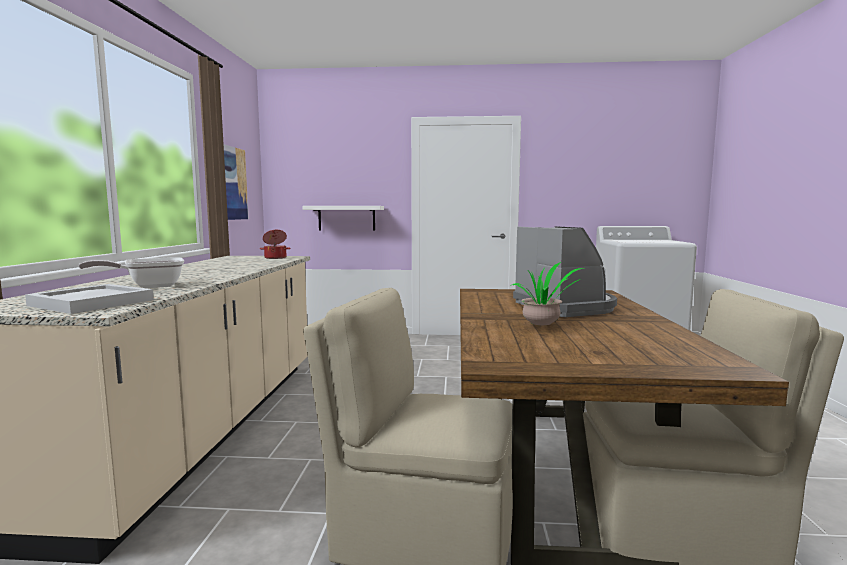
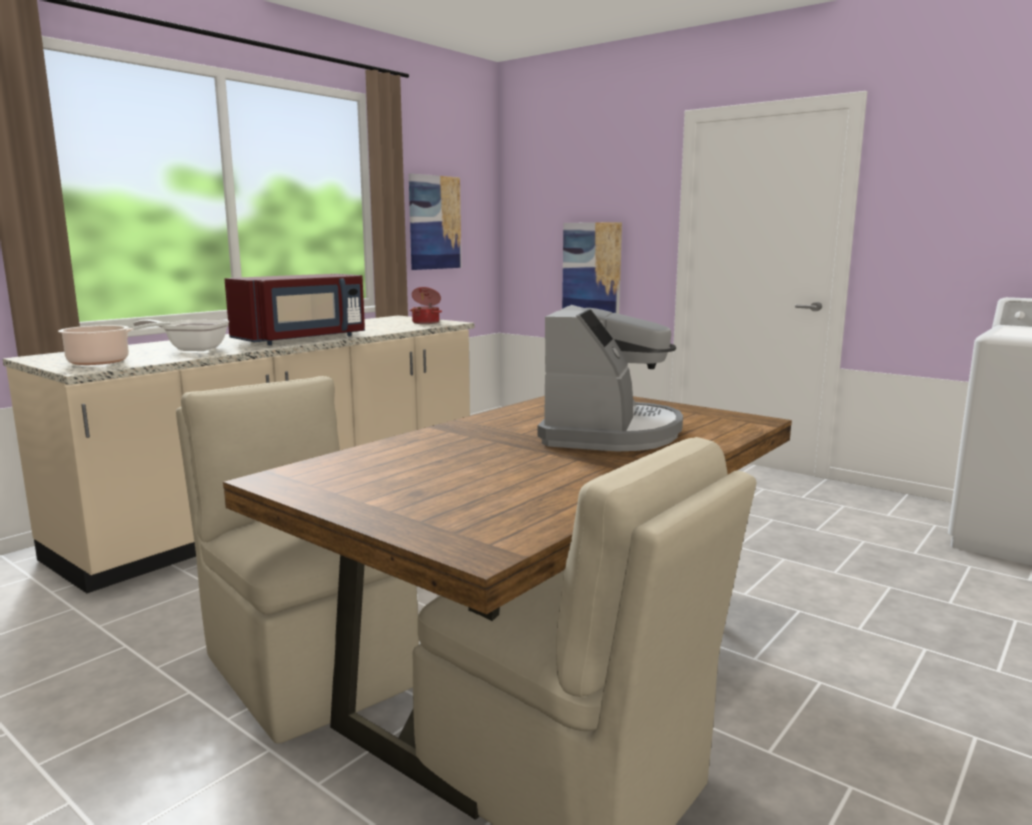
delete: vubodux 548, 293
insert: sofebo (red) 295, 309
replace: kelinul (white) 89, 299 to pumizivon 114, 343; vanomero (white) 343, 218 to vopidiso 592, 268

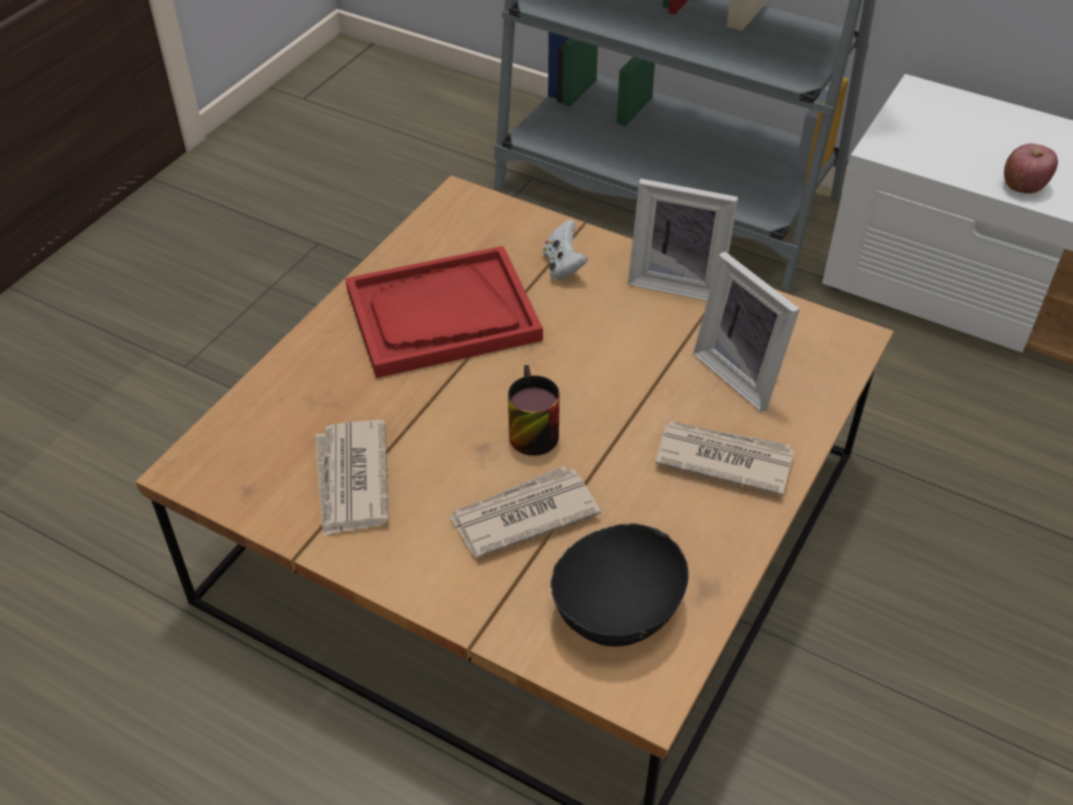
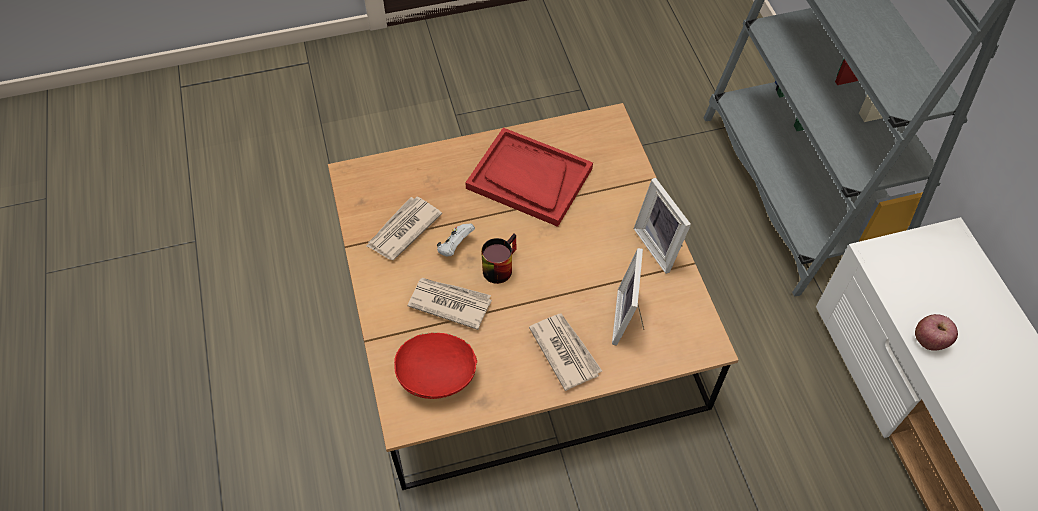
move: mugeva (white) 565, 250 to 456, 240
recolor: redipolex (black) 619, 585 to redipolex (red) 435, 365

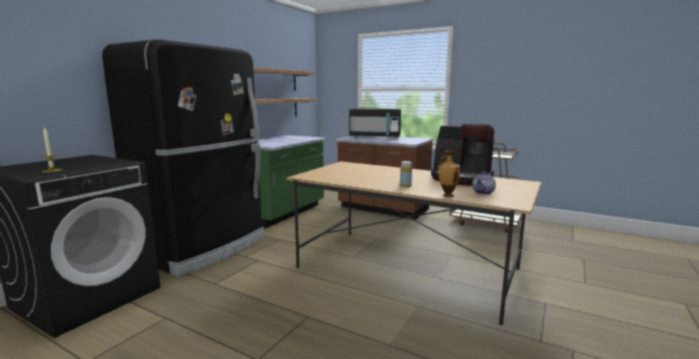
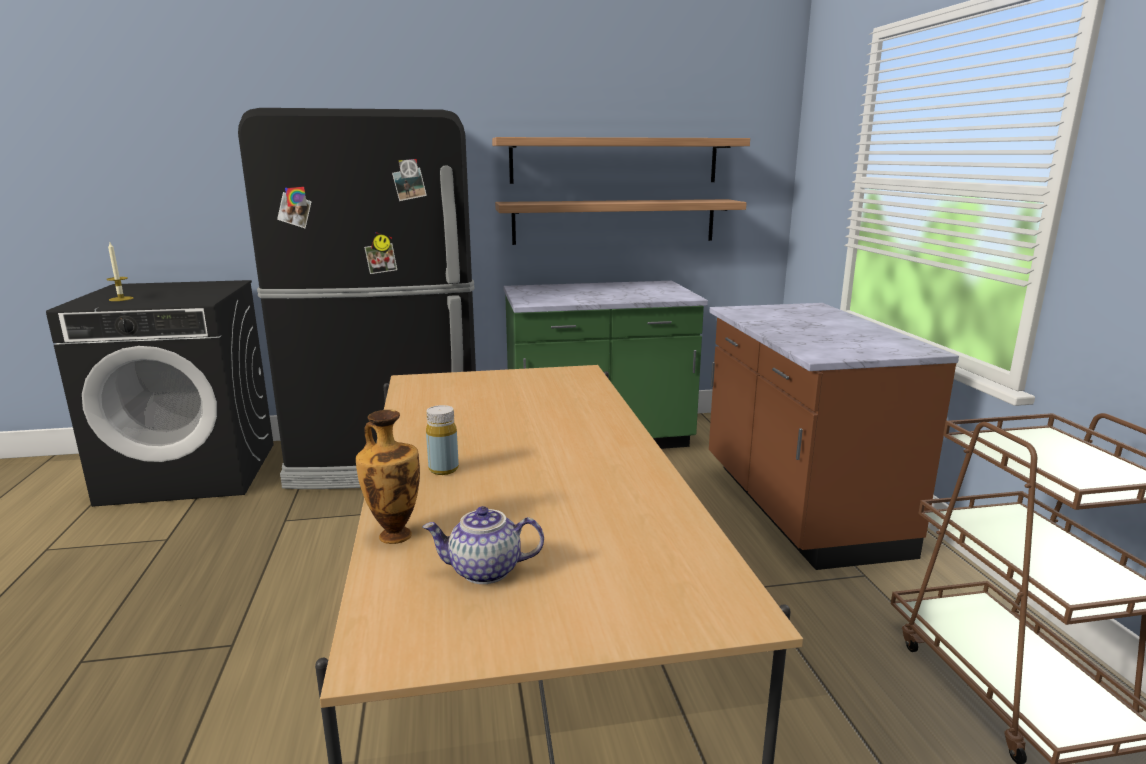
delete: sofebo (black) 375, 123; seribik 462, 155

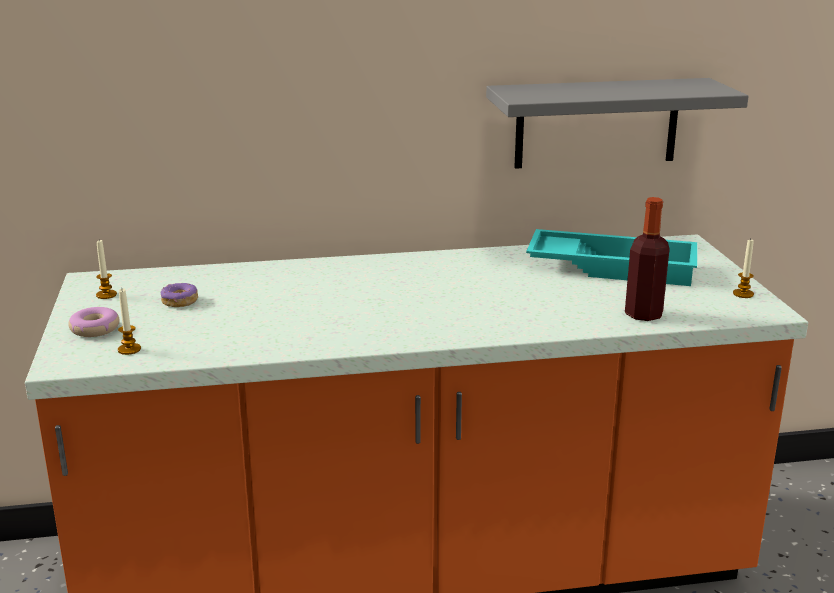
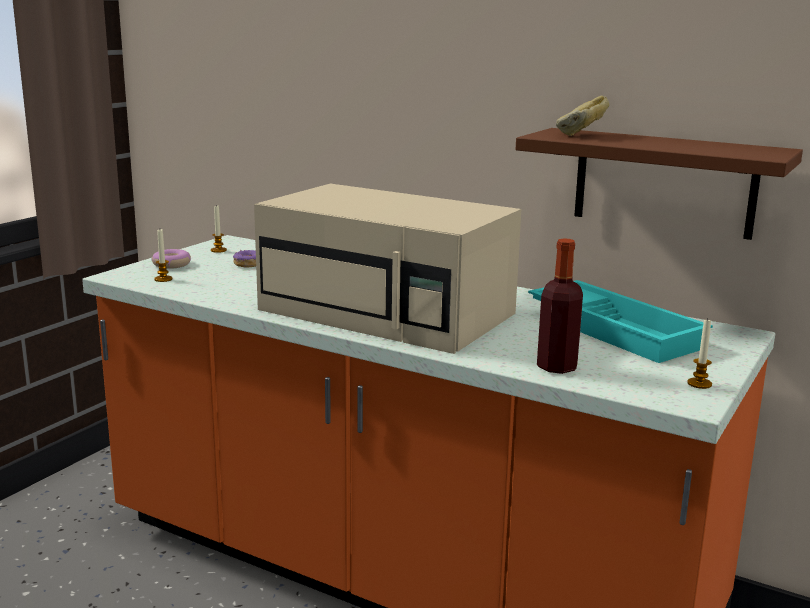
insert: sofebo (beige) 387, 269; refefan 582, 115
recolor: vanomero (grey) 617, 123 to vanomero (brown) 659, 184

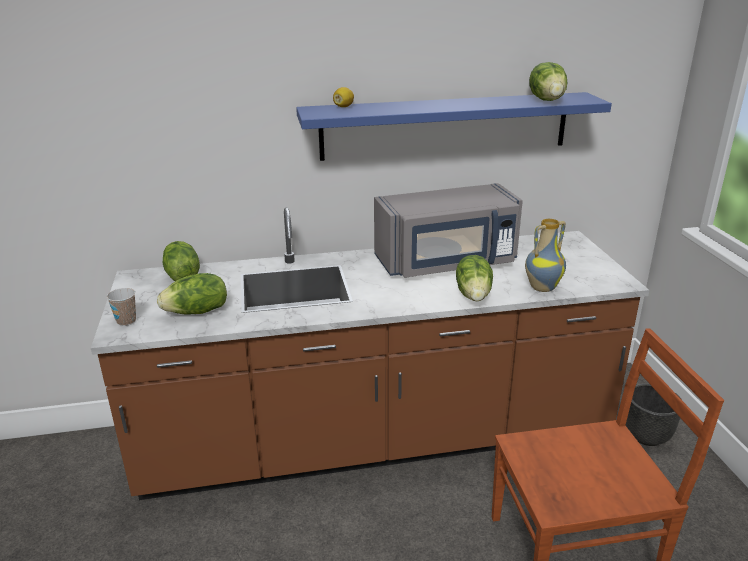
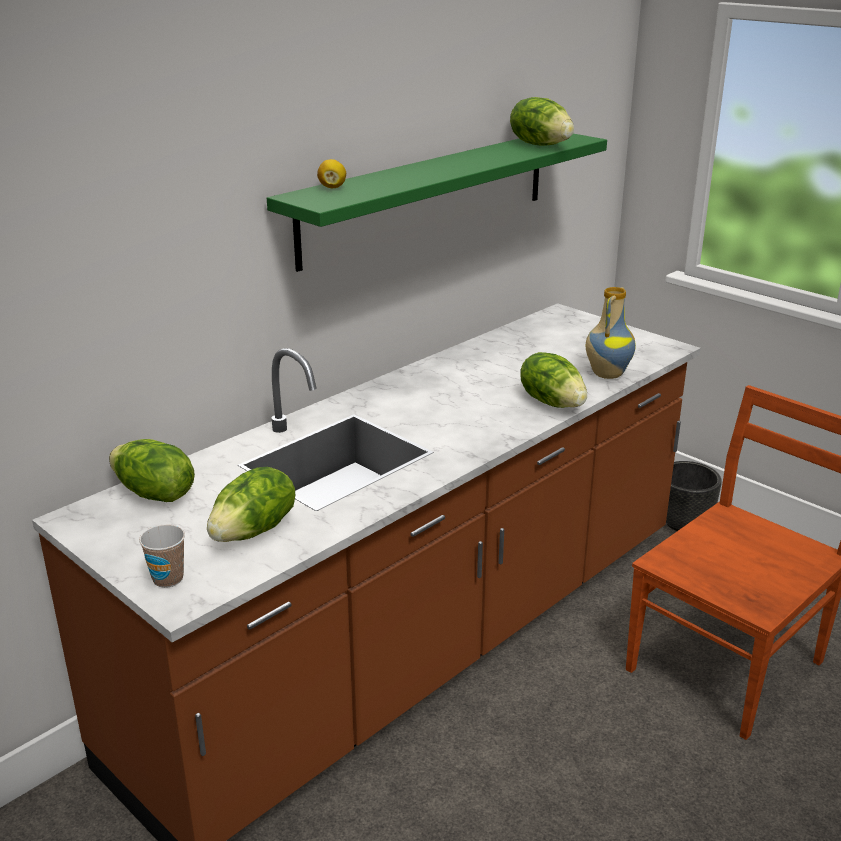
delete: sofebo (grey) 448, 230
recolor: vanomero (blue) 454, 126 to vanomero (green) 437, 203

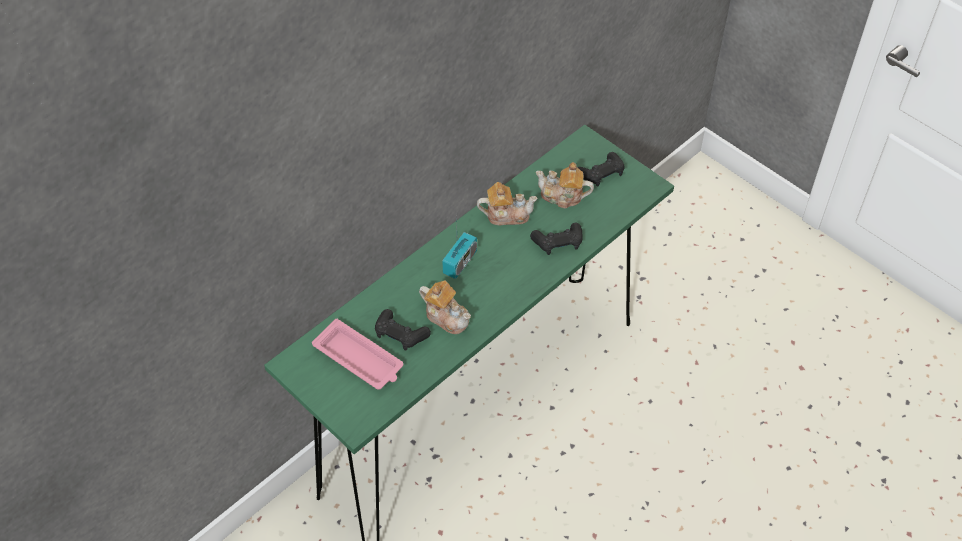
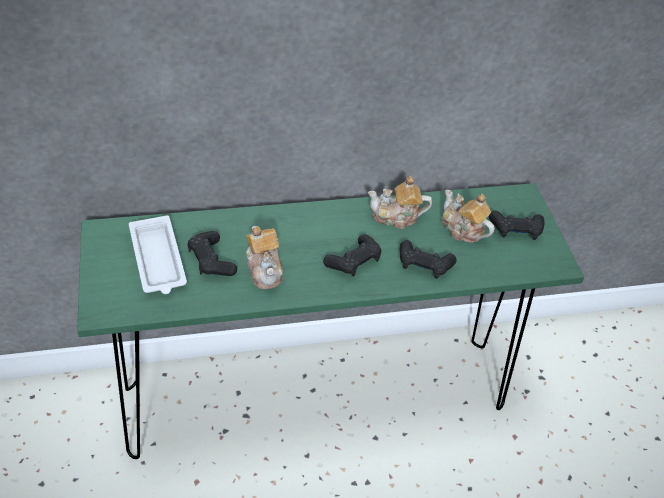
delete: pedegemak 459, 247
insert: mugeva (black) 352, 255
recolor: kelinul (pink) 357, 354 to kelinul (white) 158, 254
rotate: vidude 507, 203 = 400, 202 150 degrees clockwise

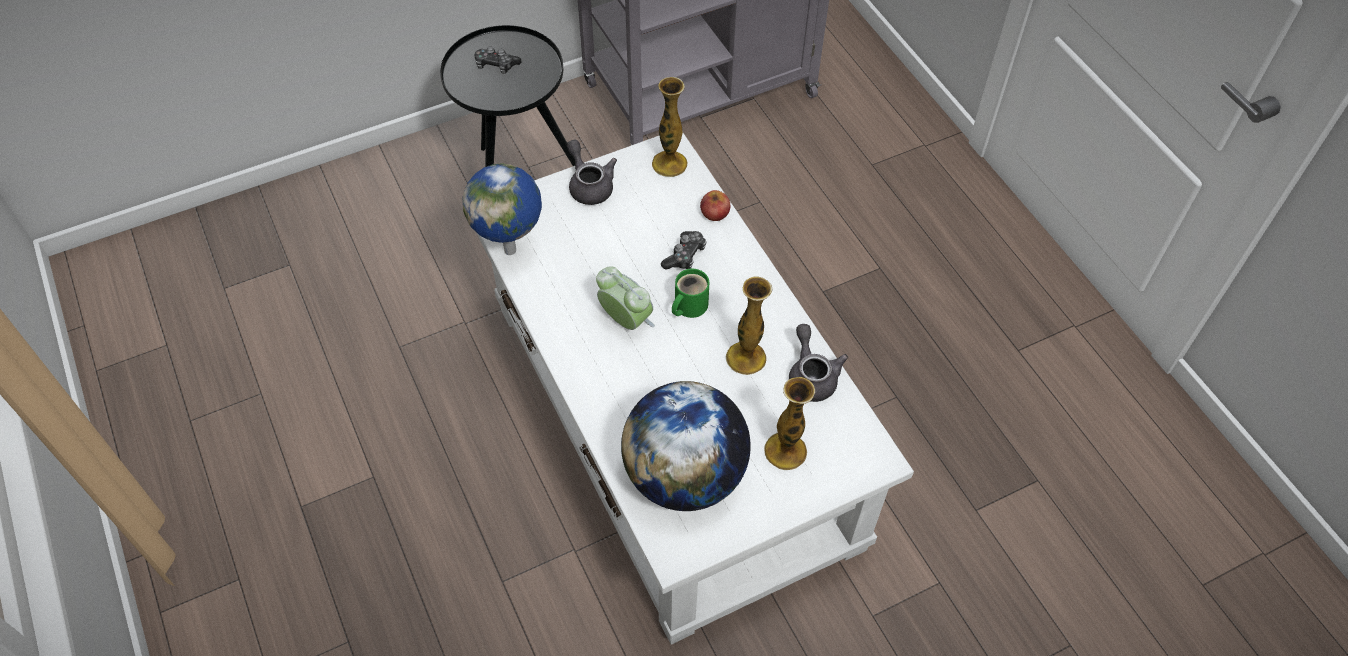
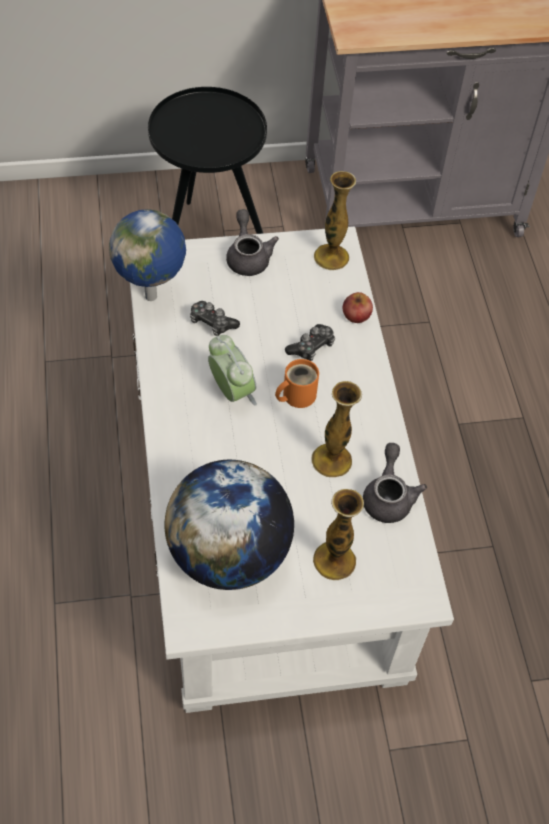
move: mugeva 498, 60 to 215, 318
recolor: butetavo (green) 690, 293 to butetavo (orange) 297, 383

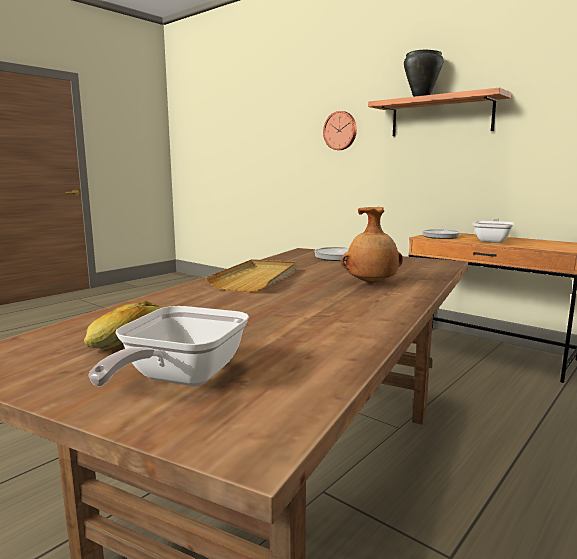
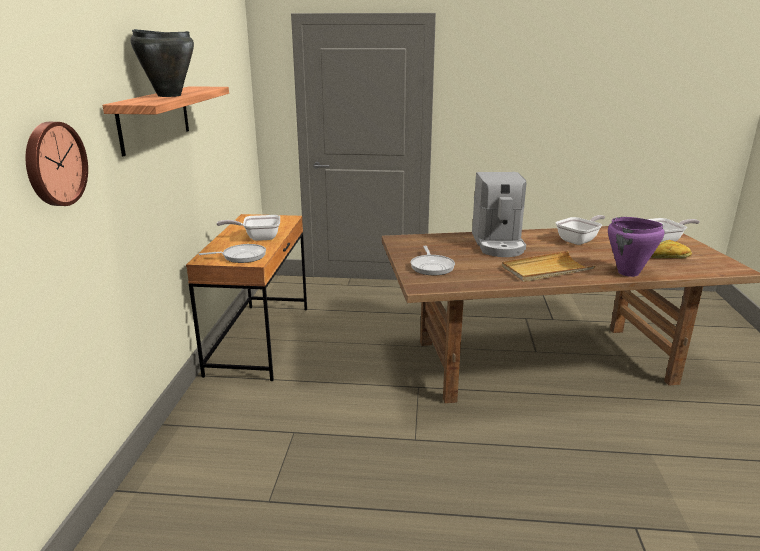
insert: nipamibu 580, 230; pumizivon (purple) 636, 247
replace: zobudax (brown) 372, 245 to seribik 499, 214

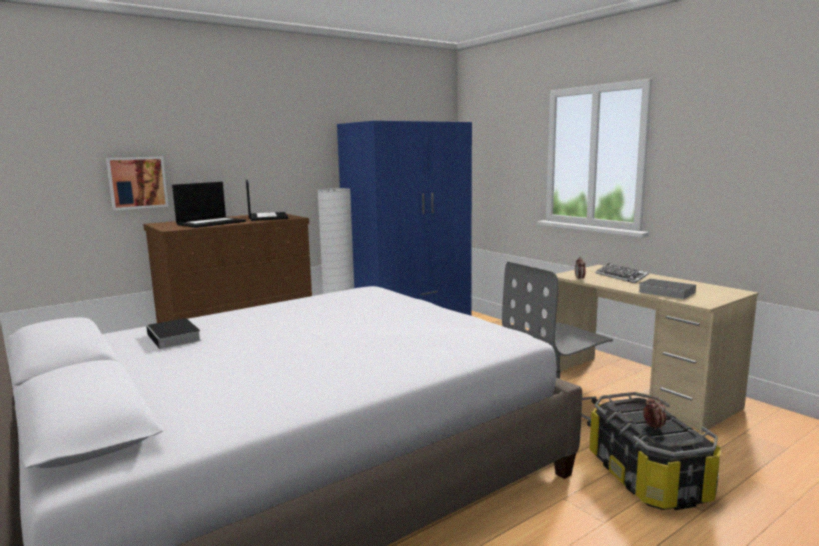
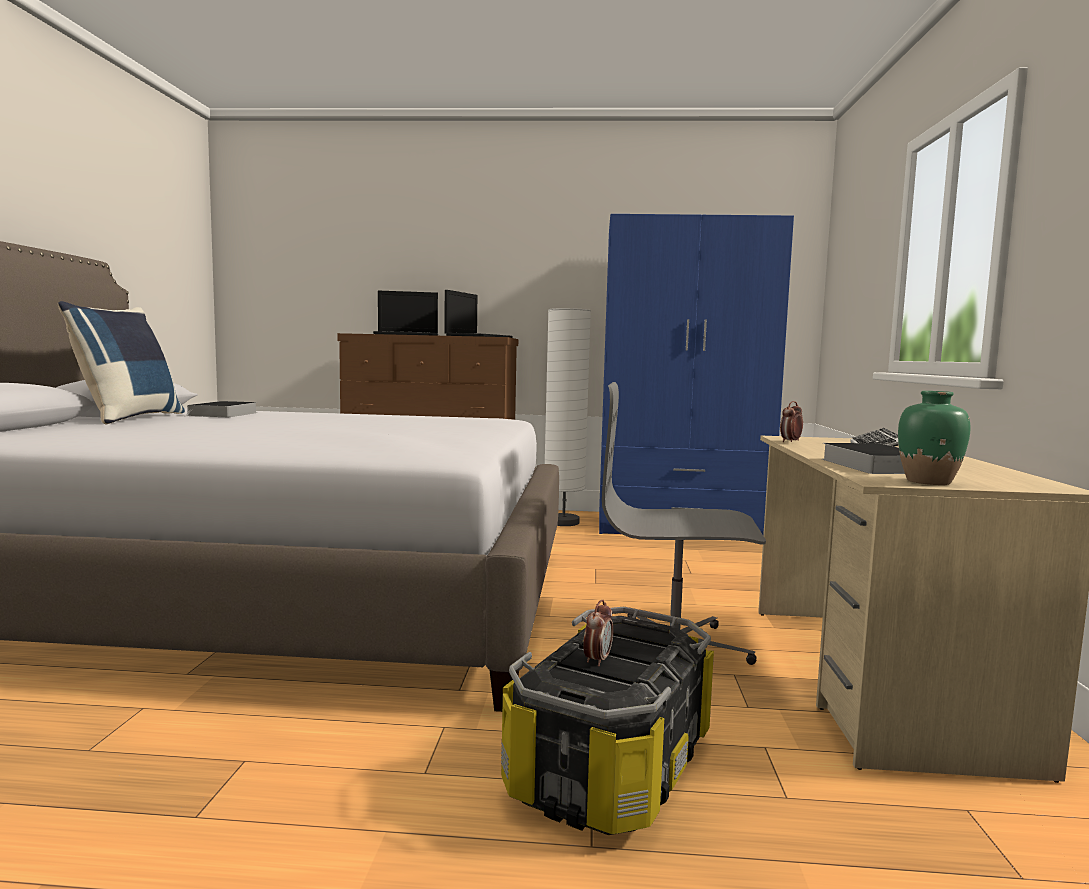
delete: vopidiso 137, 183
insert: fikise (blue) 121, 362; zobudax (green) 934, 438

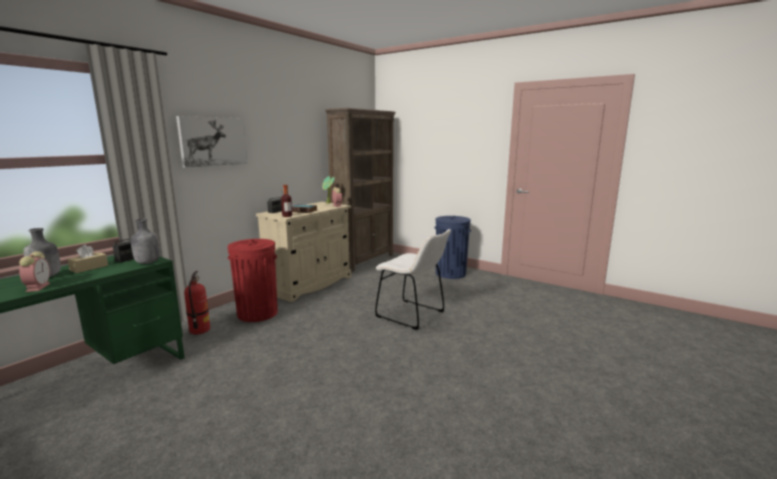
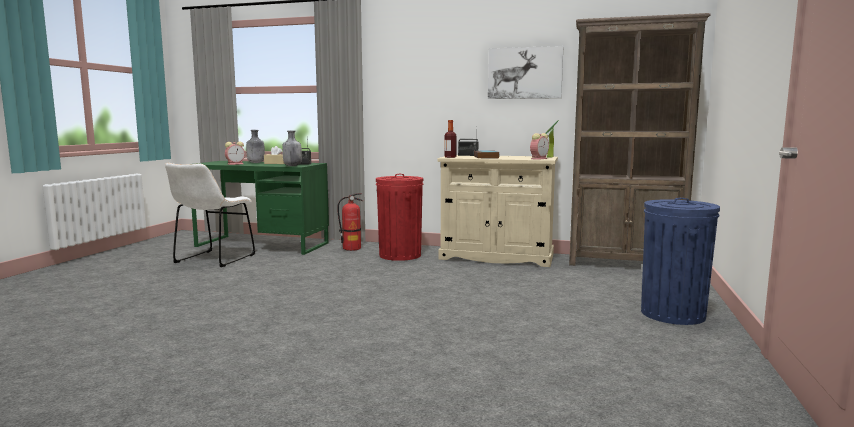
move: vopidiso 212, 142 to 525, 72; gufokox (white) 413, 279 to 210, 215

